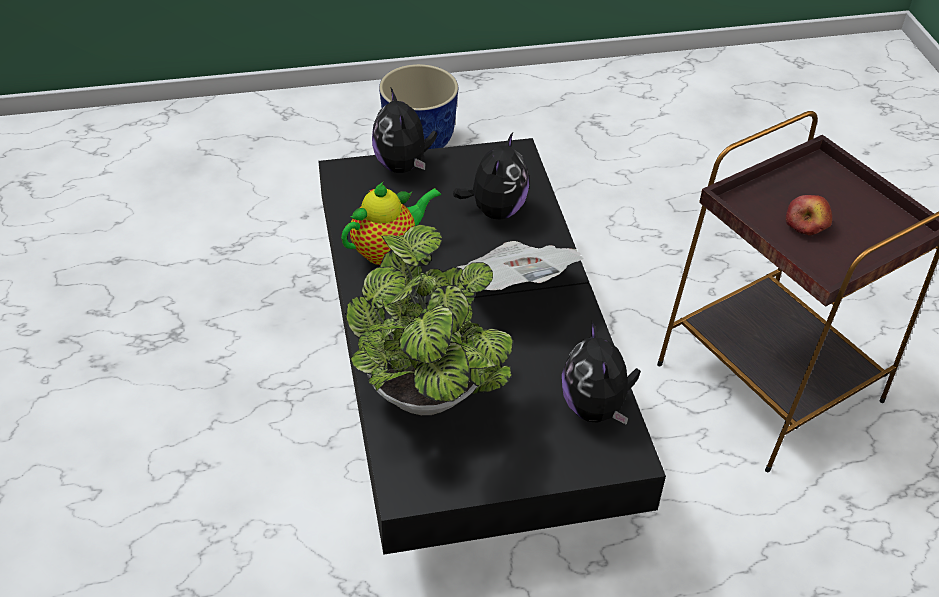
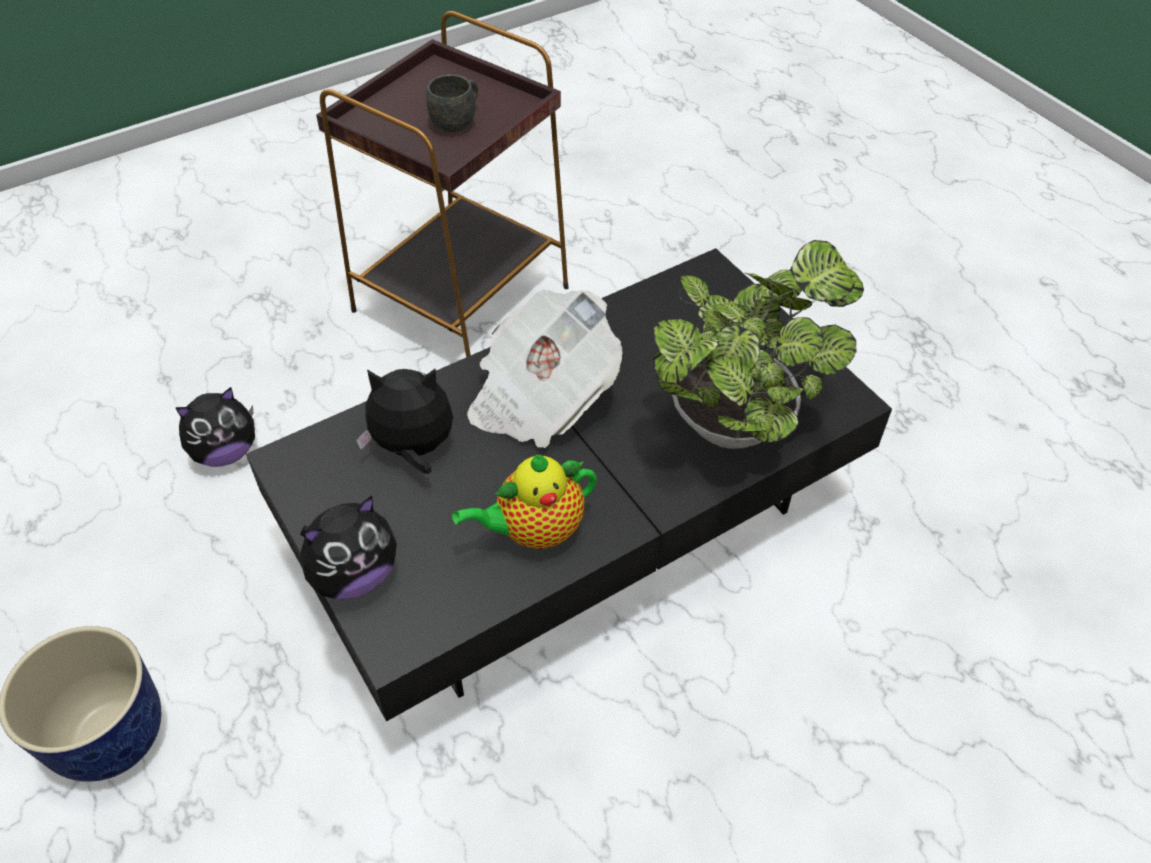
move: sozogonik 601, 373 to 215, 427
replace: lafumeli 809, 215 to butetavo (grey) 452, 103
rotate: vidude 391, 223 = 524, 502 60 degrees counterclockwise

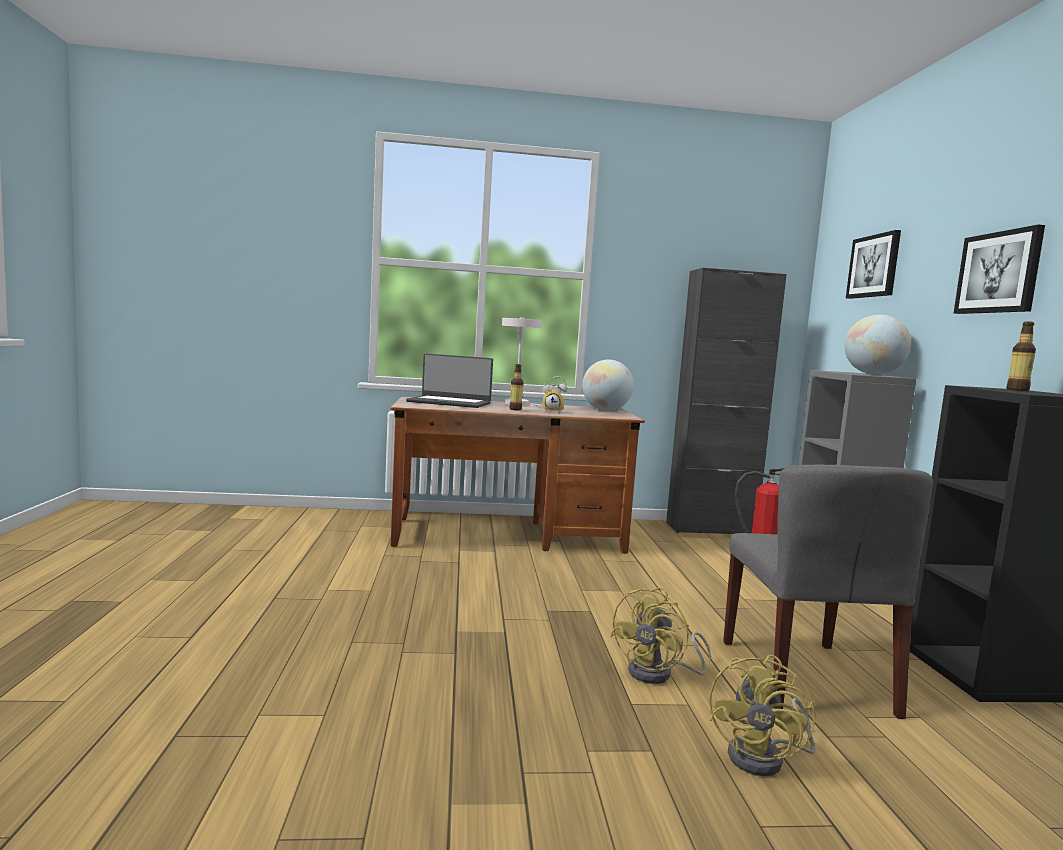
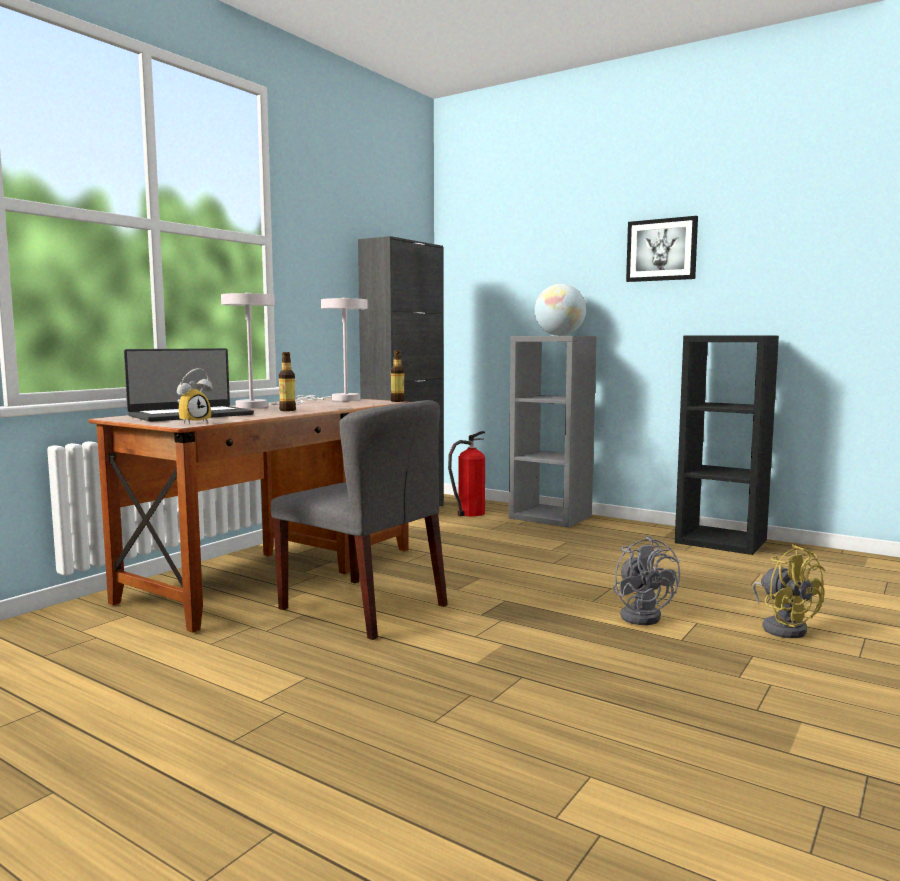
delete: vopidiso 873, 264
move: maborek 555, 394 to 195, 396; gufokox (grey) 828, 592 to 359, 520; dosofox 1021, 356 to 398, 376
replace: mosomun 608, 385 to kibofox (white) 332, 349
recolor: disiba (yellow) 660, 635 to disiba (grey) 646, 580

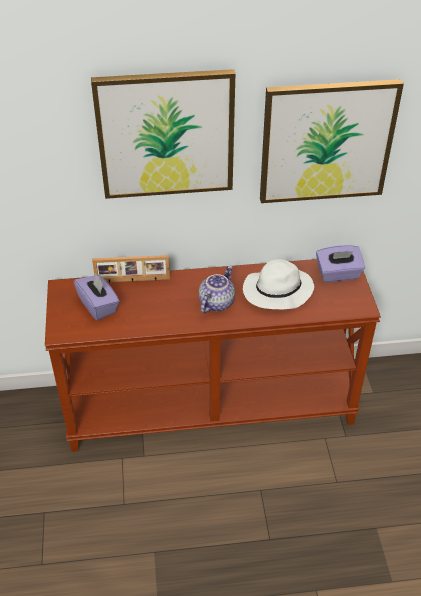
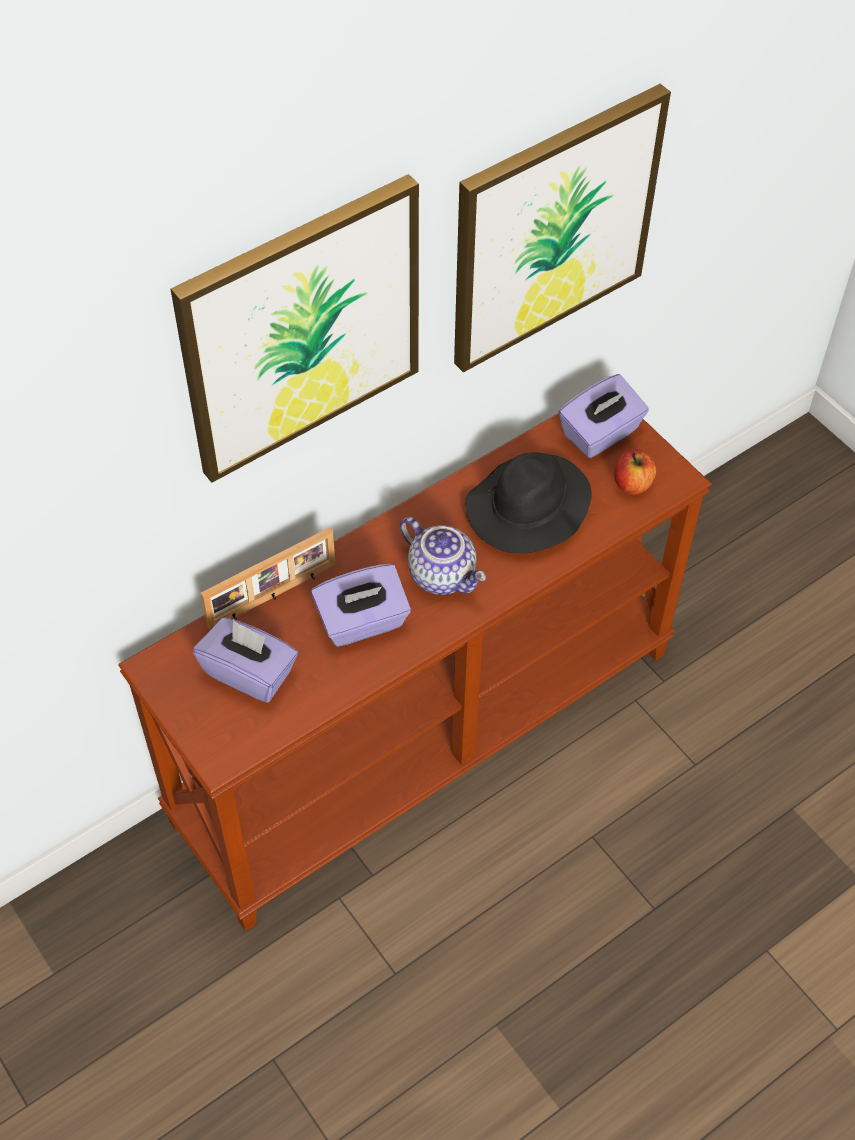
insert: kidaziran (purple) 361, 605; lafumeli 635, 471
recolor: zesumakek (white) 278, 284 to zesumakek (black) 528, 503
rotate: vidude 217, 289 = 443, 556 135 degrees clockwise

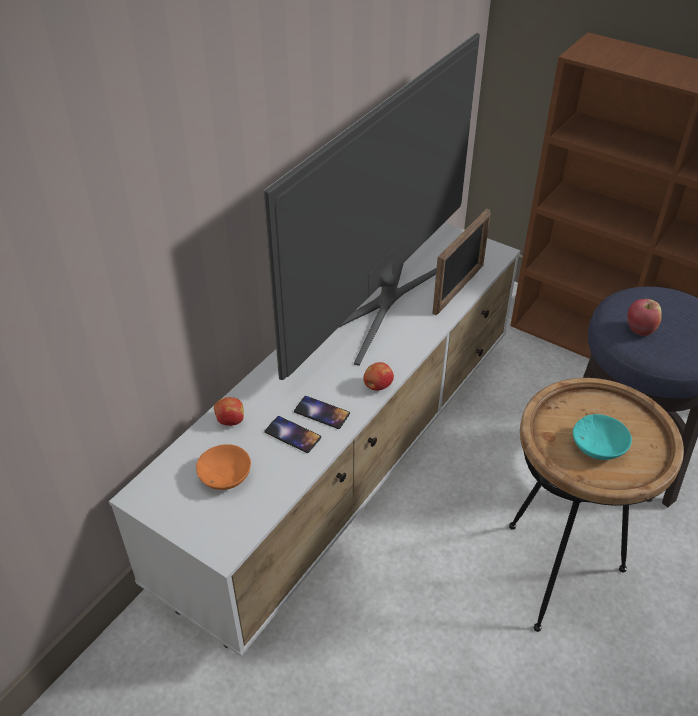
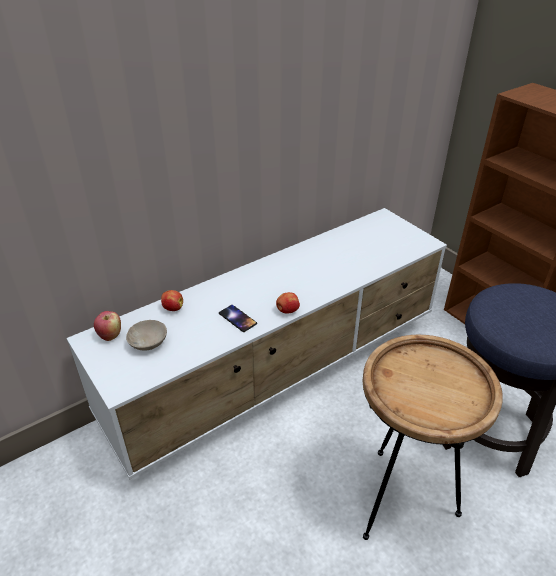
delete: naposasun 371, 206; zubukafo 292, 434; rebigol 461, 262; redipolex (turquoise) 602, 437
move: lafumeli 644, 317 to 107, 326
recolor: redipolex (orange) 223, 467 to redipolex (beige) 146, 335

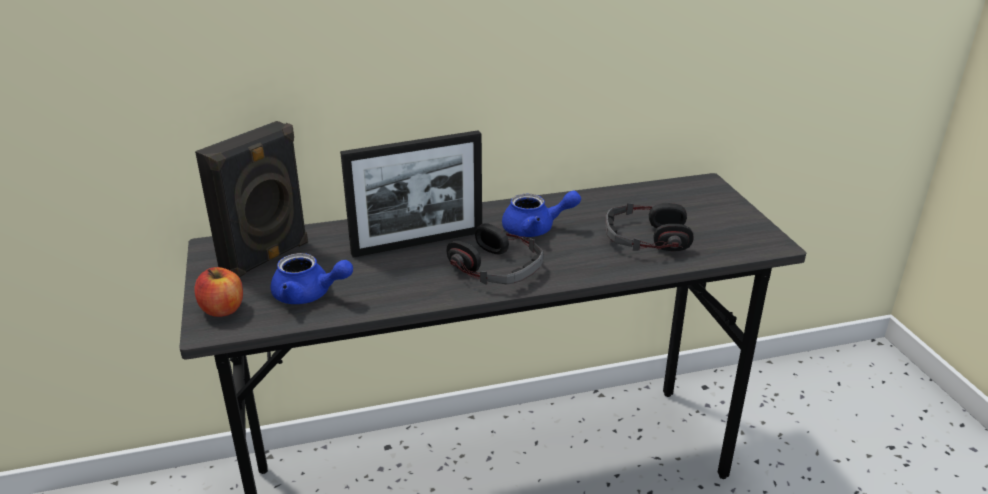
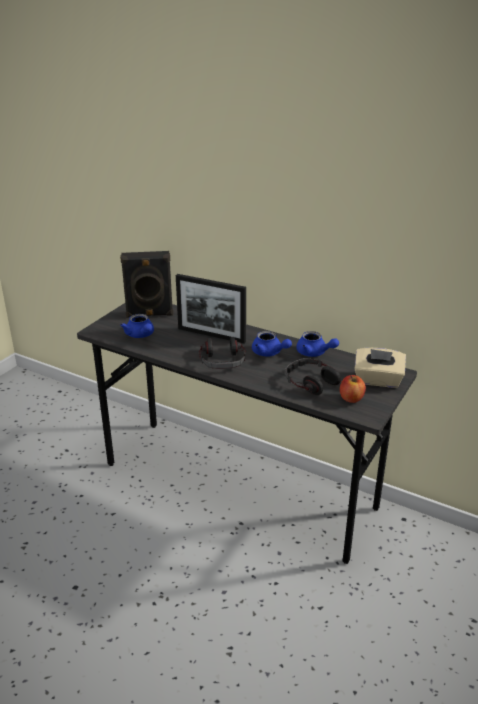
insert: vidude (blue) 317, 344; kidaziran (beige) 380, 368
move: lafumeli 219, 292 to 353, 389

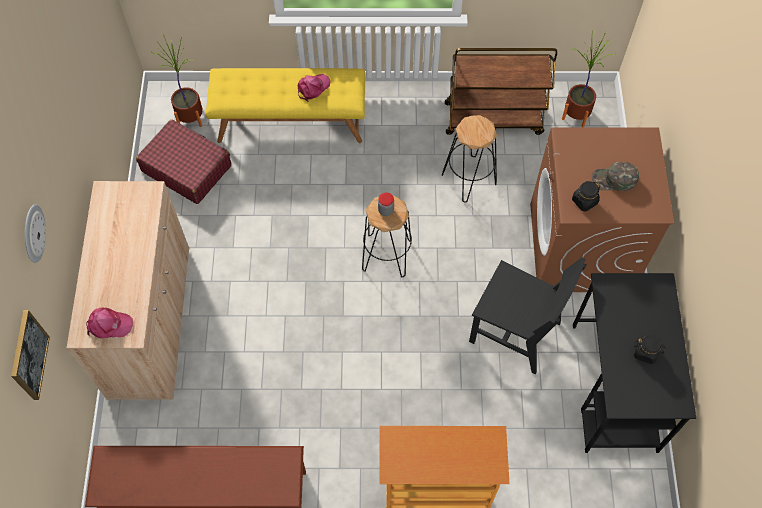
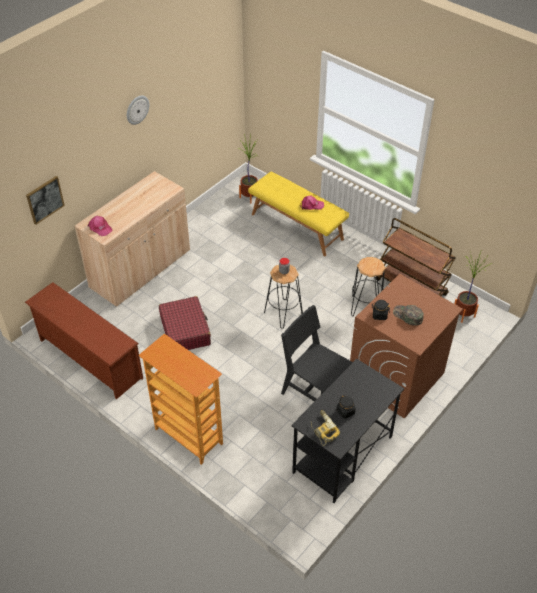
insert: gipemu 325, 428
move: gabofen 35, 233 to 138, 110; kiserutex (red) 183, 161 to 185, 323
rotate: gufokox (black) 528, 316 = 317, 353 150 degrees clockwise

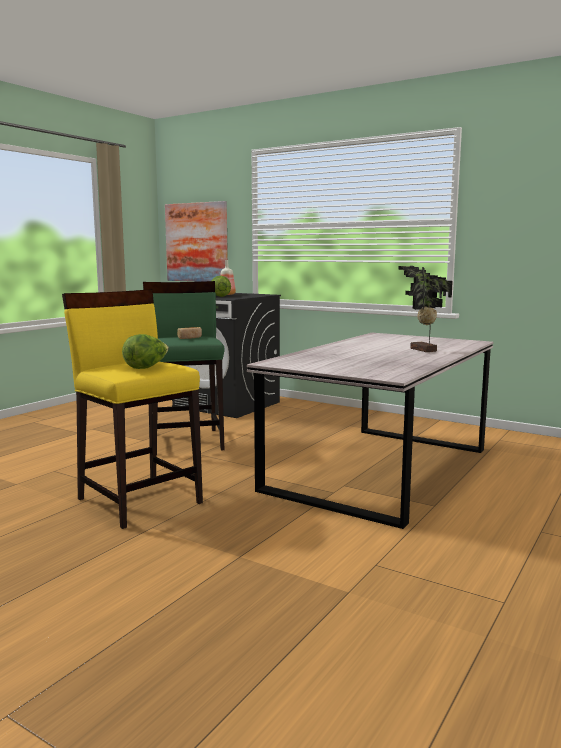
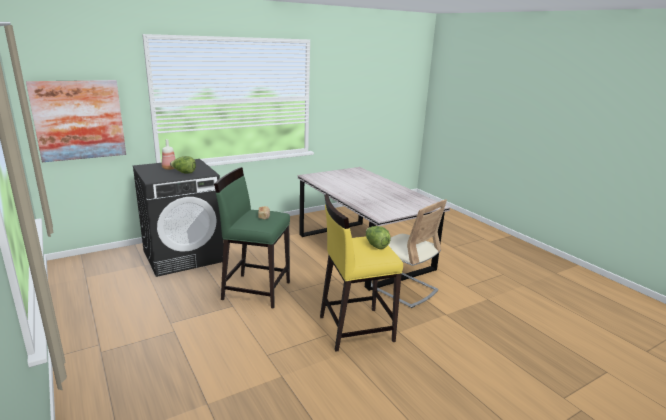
delete: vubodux 426, 309
insert: gufokox (beige) 409, 253

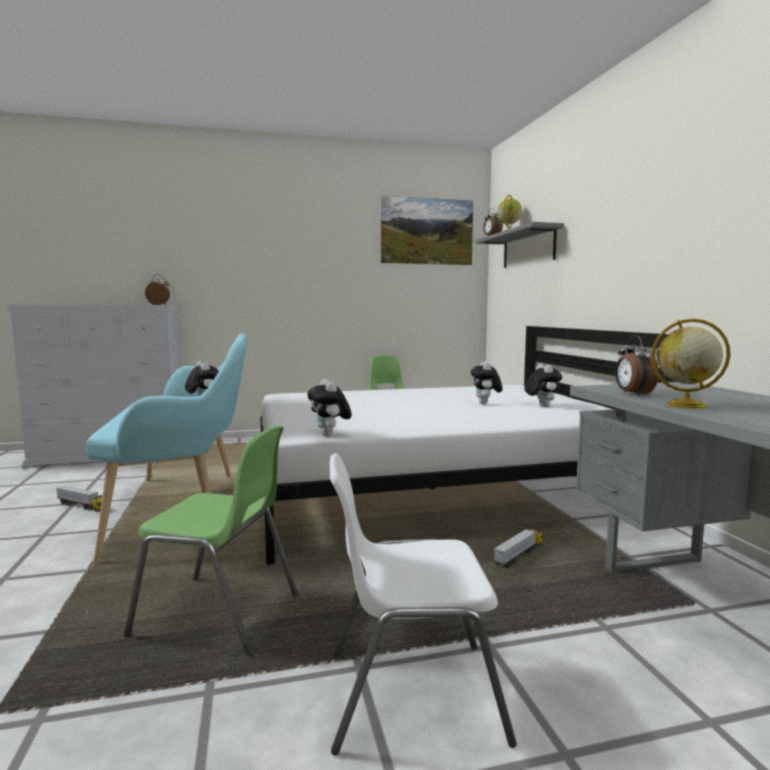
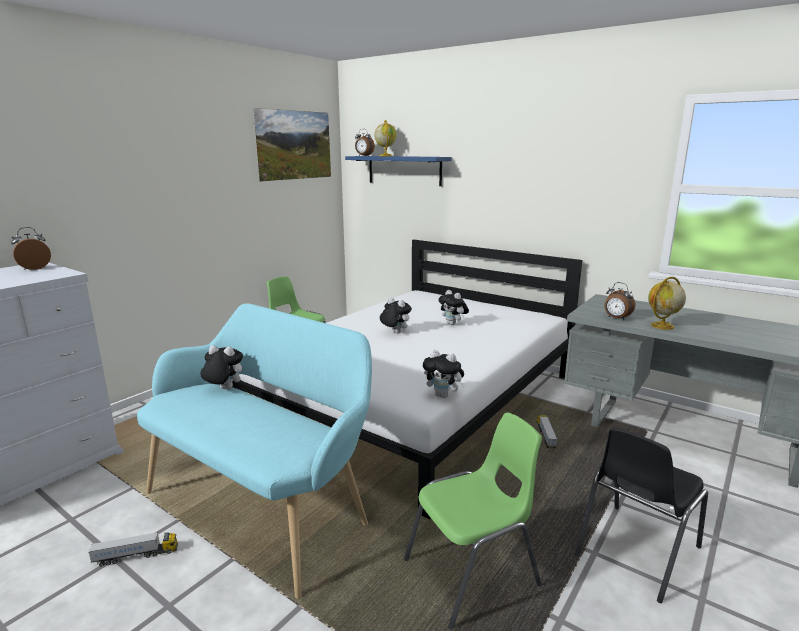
move: sozogonik 543, 385 to 396, 315
recolor: gufokox (white) 423, 604 to gufokox (black) 641, 515; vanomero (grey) 519, 245 to vanomero (blue) 398, 171

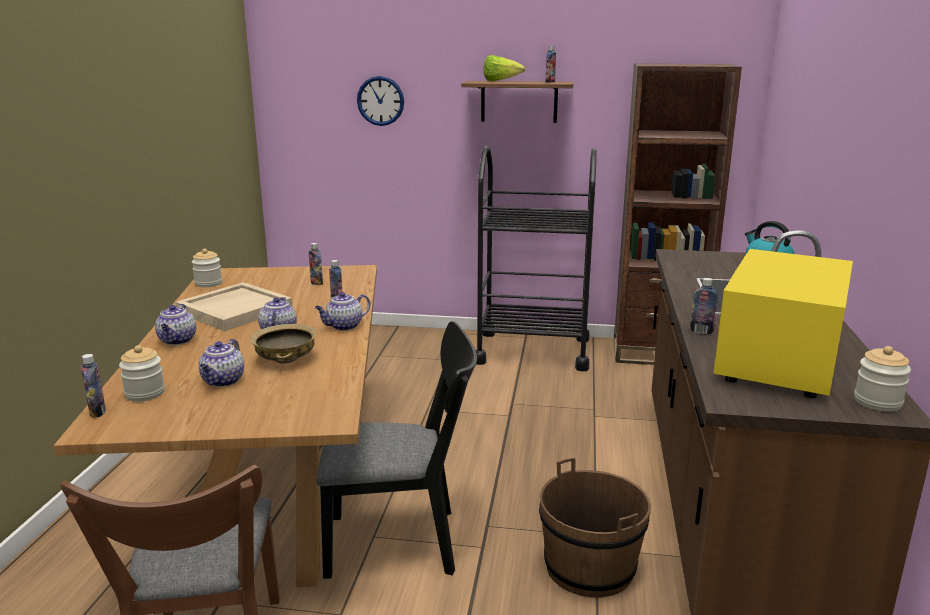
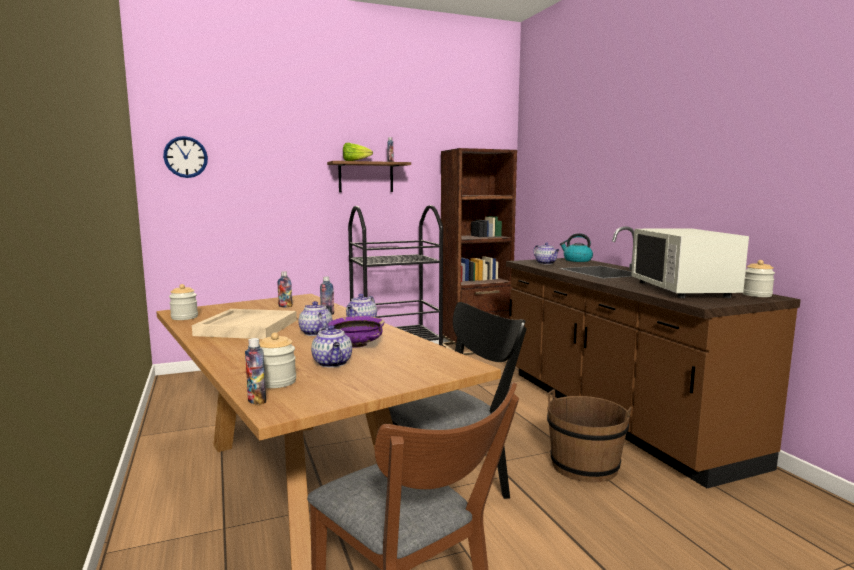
delete: dosofox 704, 306
move: vidude 175, 324 to 546, 253; gabofen 380, 101 to 185, 157
recolor: redipolex (beige) 284, 344 to redipolex (purple) 356, 331; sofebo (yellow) 783, 323 to sofebo (white) 690, 263

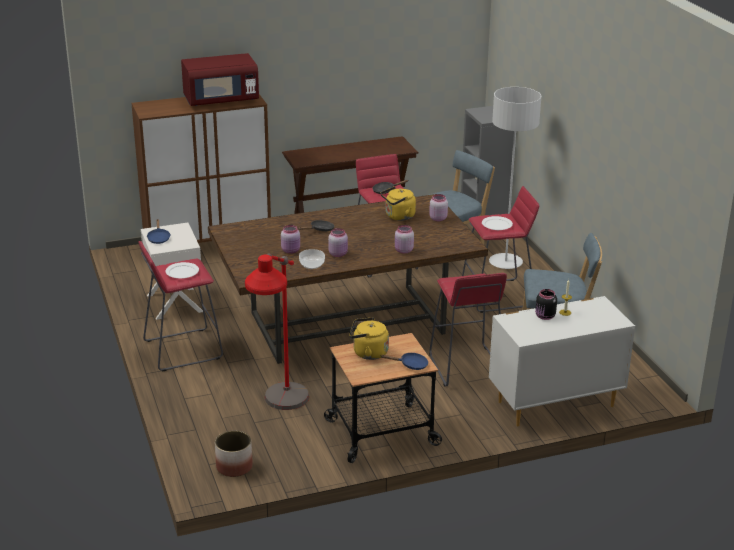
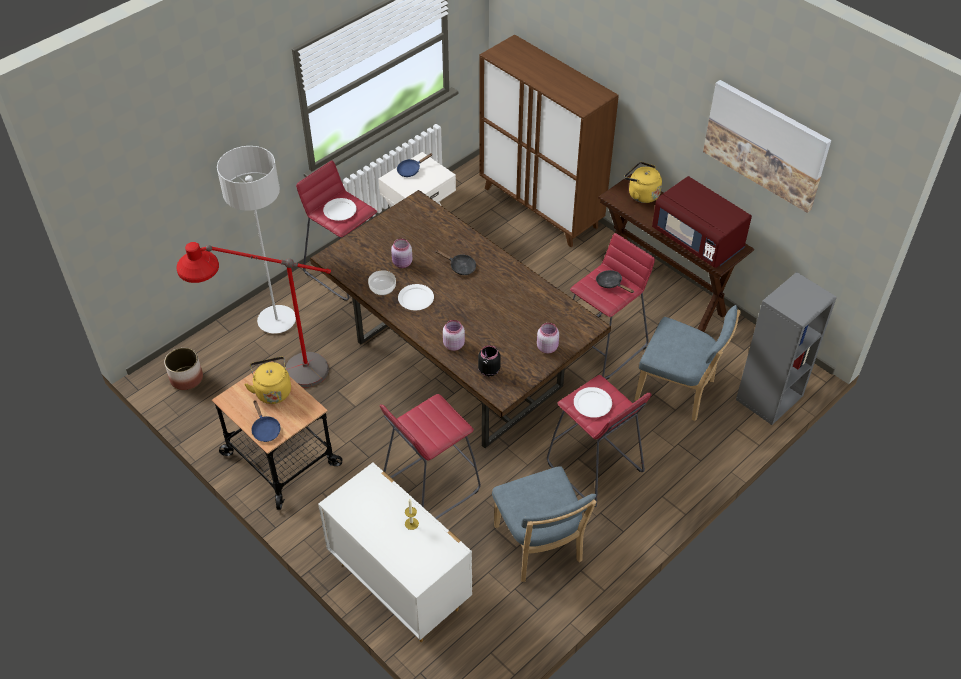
insert: vopidiso 767, 146
move: sofebo (red) 220, 79 to 702, 222; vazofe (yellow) 398, 203 to 643, 182; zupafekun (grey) 515, 178 to 256, 240; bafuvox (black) 546, 304 to 489, 360
replace: bafuvox (pink) 338, 242 to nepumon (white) 416, 297

